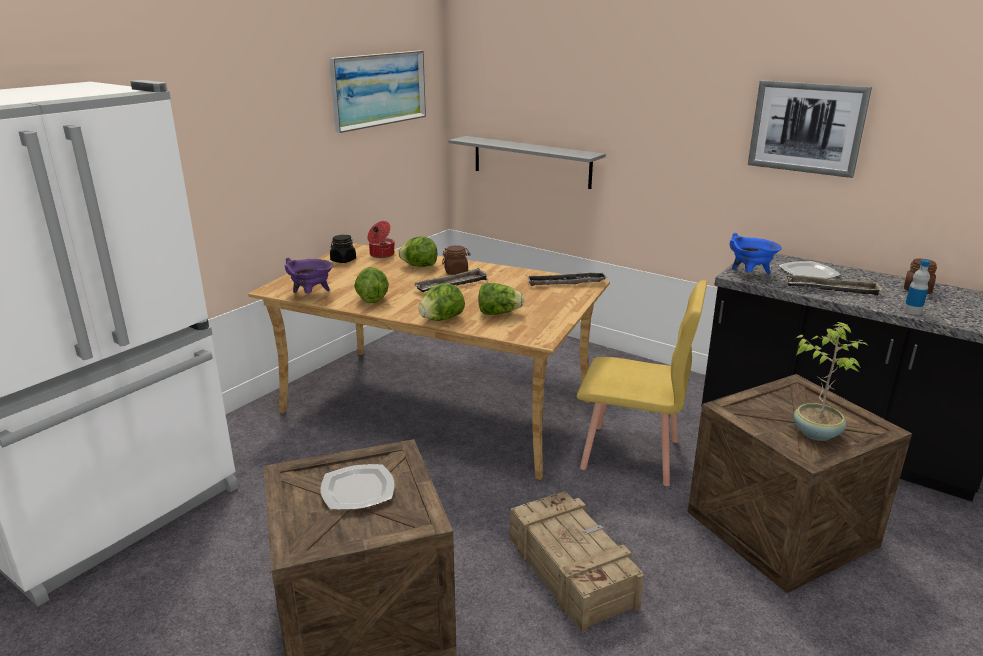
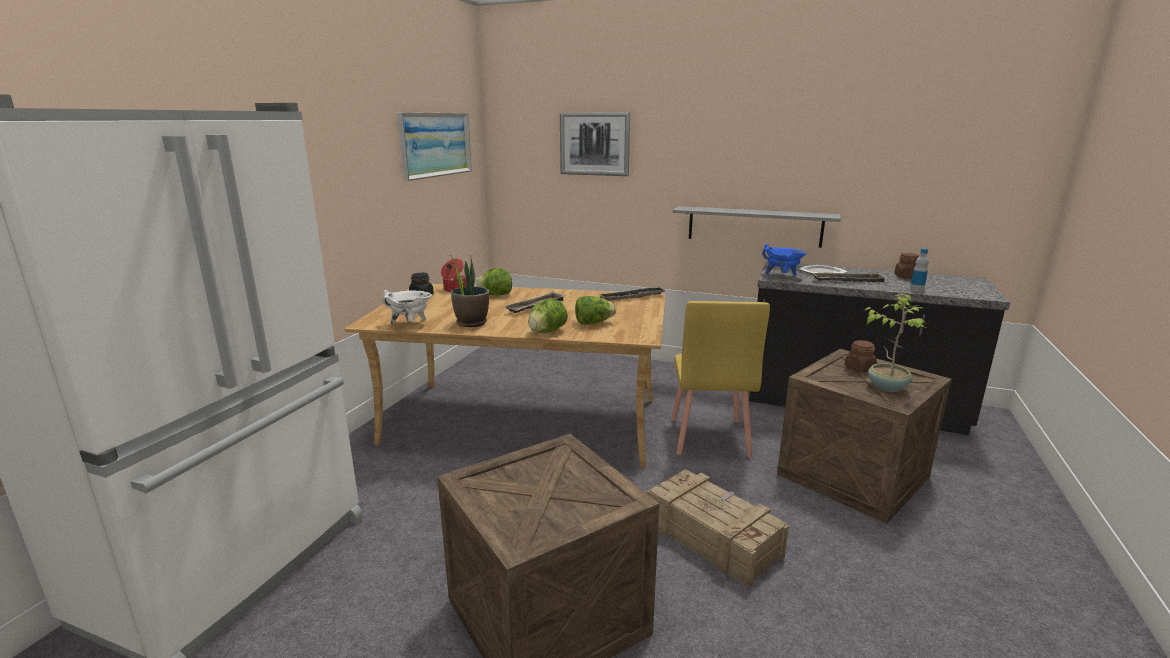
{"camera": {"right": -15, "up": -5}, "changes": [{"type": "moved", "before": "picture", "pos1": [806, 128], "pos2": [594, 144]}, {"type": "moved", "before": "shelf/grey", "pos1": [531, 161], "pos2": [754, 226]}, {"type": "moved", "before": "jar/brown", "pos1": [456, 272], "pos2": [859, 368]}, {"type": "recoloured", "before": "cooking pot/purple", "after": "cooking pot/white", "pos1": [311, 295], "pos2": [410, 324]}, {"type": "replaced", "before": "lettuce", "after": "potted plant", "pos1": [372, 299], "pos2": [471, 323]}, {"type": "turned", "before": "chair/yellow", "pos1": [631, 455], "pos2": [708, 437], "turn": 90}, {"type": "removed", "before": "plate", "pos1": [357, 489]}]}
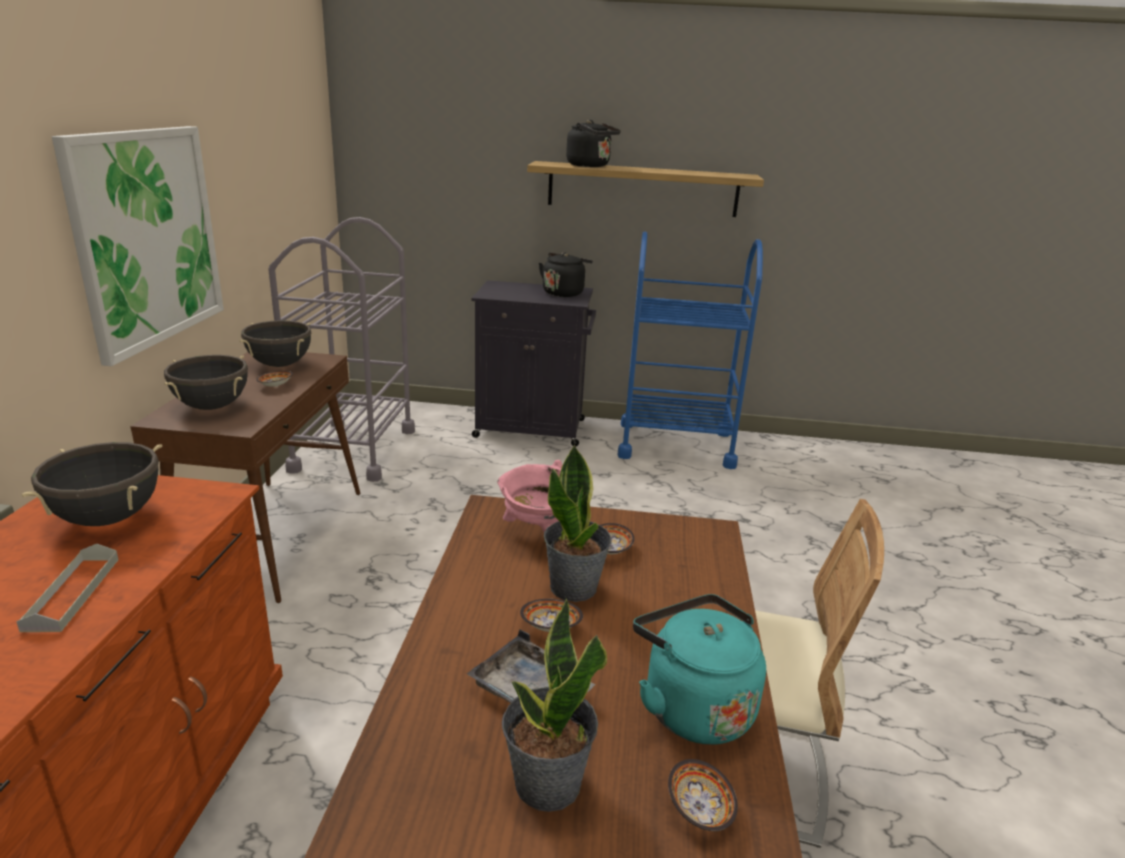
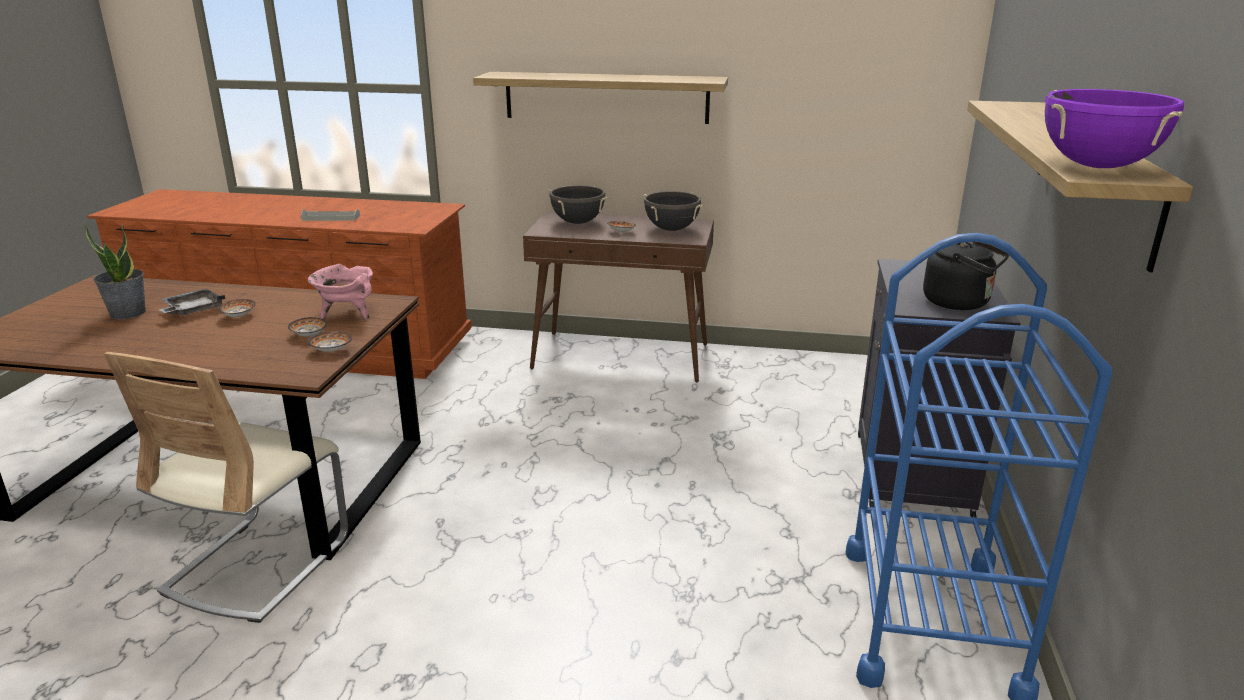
{"camera": {"right": 95, "up": 0}, "changes": [{"type": "removed", "before": "kettle/black", "pos1": [590, 166]}, {"type": "replaced", "before": "picture", "after": "shelf", "pos1": [147, 238], "pos2": [606, 97]}, {"type": "removed", "before": "cart/grey", "pos1": [354, 450]}, {"type": "removed", "before": "cooking pot/black", "pos1": [108, 518]}, {"type": "removed", "before": "potted plant", "pos1": [574, 587]}, {"type": "removed", "before": "kettle/turquoise", "pos1": [692, 706]}, {"type": "moved", "before": "bowl", "pos1": [699, 809], "pos2": [331, 350]}, {"type": "added", "after": "cooking pot/purple", "pos2": [1097, 167]}]}
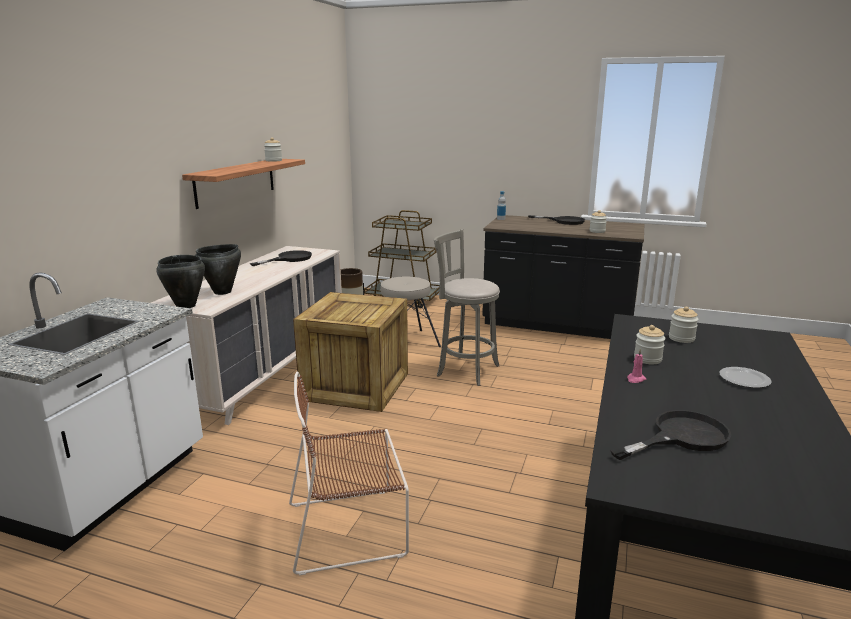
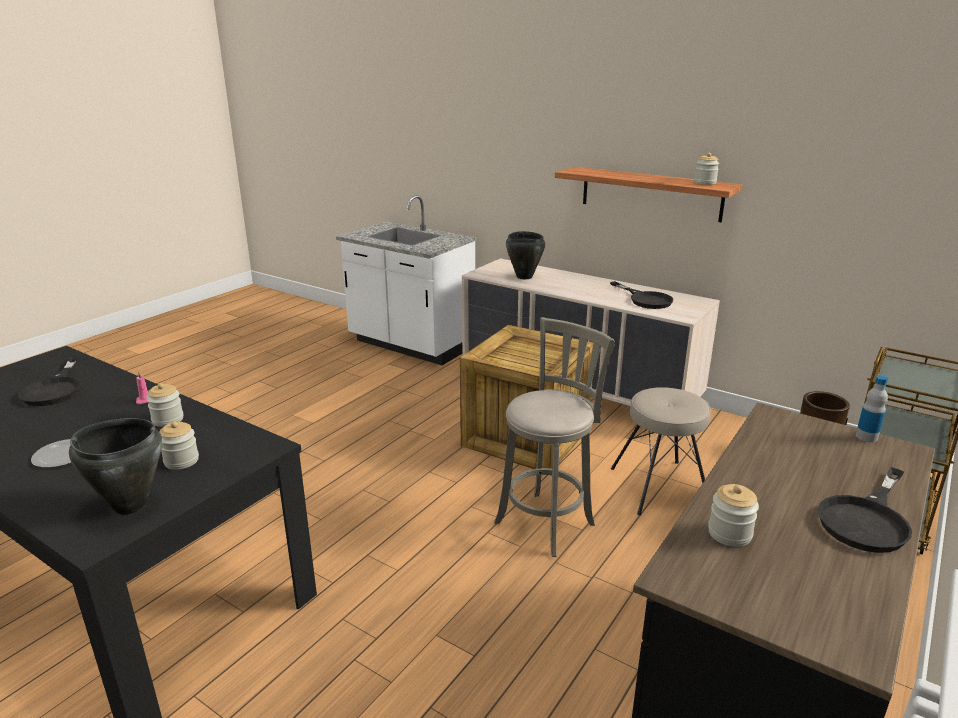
{"camera": {"right": 105, "up": 5}, "changes": [{"type": "moved", "before": "cooking pot/black", "pos1": [185, 306], "pos2": [130, 505]}, {"type": "removed", "before": "chair/brown", "pos1": [350, 528]}]}
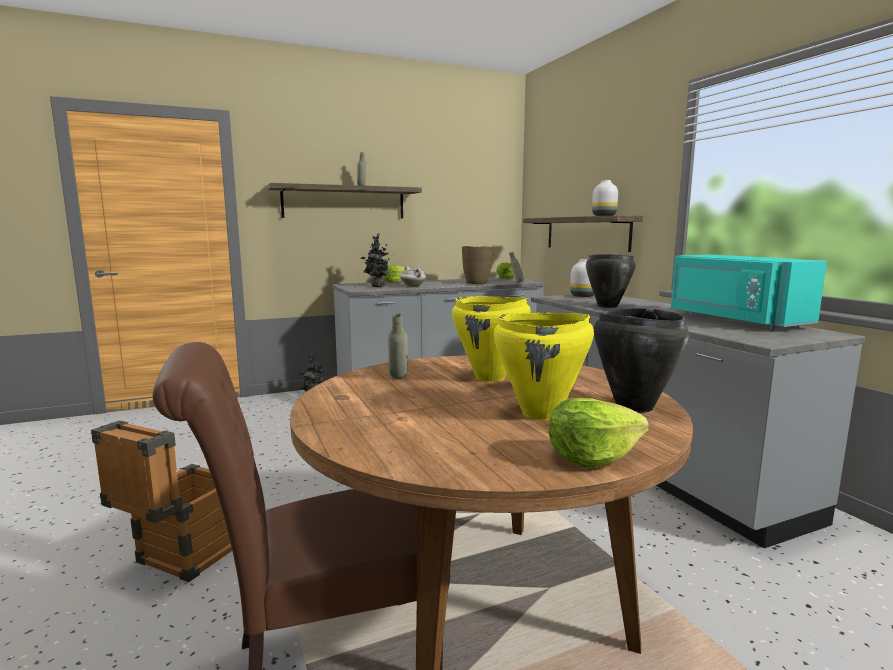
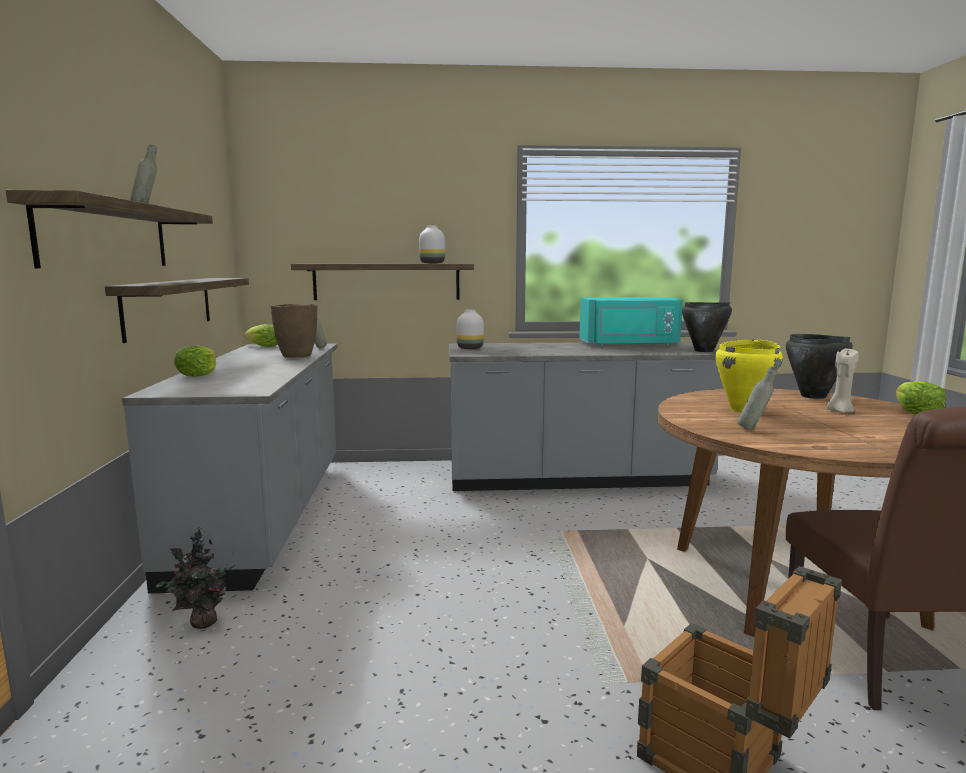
{"camera": {"right": -70, "up": 0}, "changes": [{"type": "removed", "before": "potted plant", "pos1": [376, 286]}, {"type": "moved", "before": "cooking pot/black", "pos1": [607, 306], "pos2": [704, 351]}, {"type": "removed", "before": "cooking pot/white", "pos1": [413, 286]}, {"type": "replaced", "before": "cooking pot/yellow", "after": "candle/beige", "pos1": [541, 414], "pos2": [839, 411]}, {"type": "added", "after": "shelf", "pos2": [169, 306]}]}
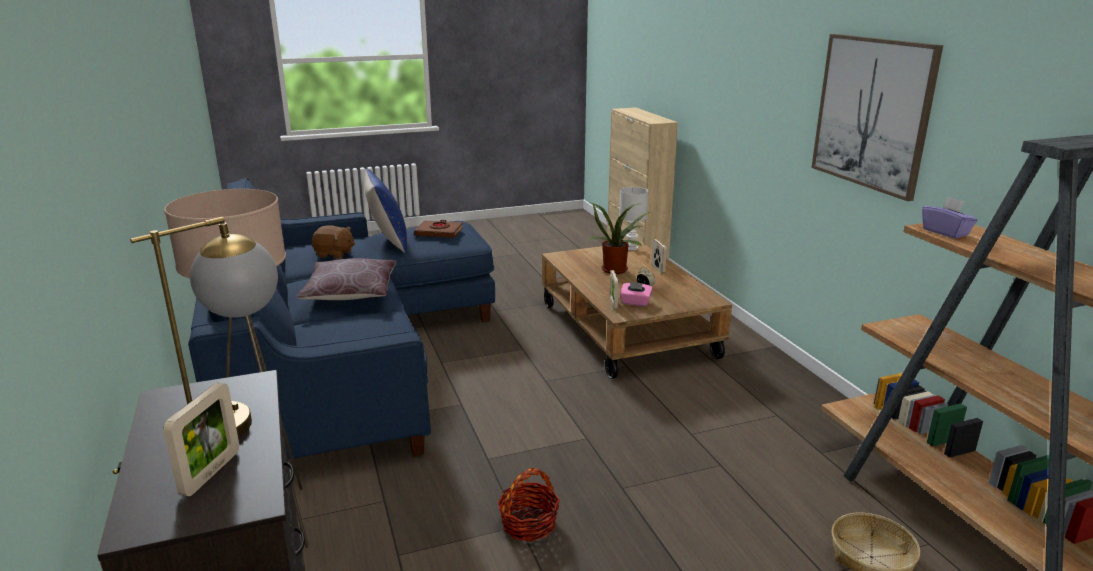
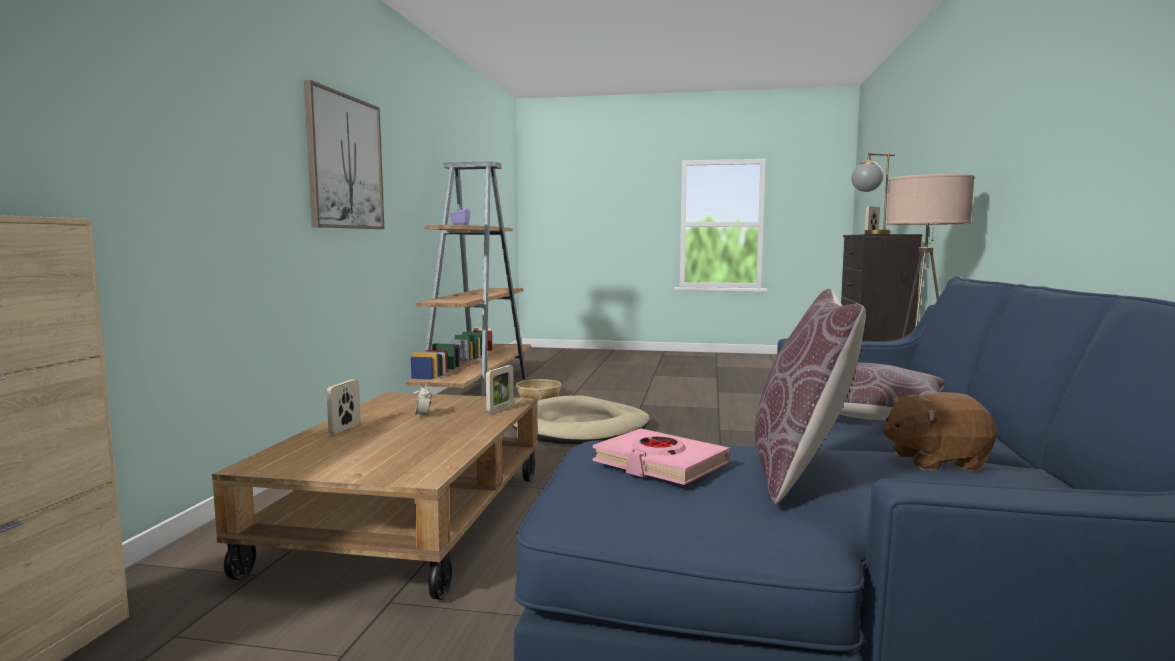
{"camera": {"right": -150, "up": -15}, "changes": [{"type": "recoloured", "before": "pillow/blue", "after": "pillow/brown", "pos1": [388, 242], "pos2": [801, 469]}, {"type": "removed", "before": "table lamp/white", "pos1": [631, 248]}, {"type": "removed", "before": "potted plant", "pos1": [616, 269]}, {"type": "recoloured", "before": "book/brown", "after": "book/pink", "pos1": [439, 232], "pos2": [660, 464]}, {"type": "turned", "before": "plush toy/brown", "pos1": [334, 254], "pos2": [935, 461], "turn": -45}, {"type": "removed", "before": "tissue box/pink", "pos1": [635, 302]}, {"type": "removed", "before": "basket", "pos1": [529, 524]}, {"type": "added", "after": "dog bed/beige", "pos2": [580, 428]}]}
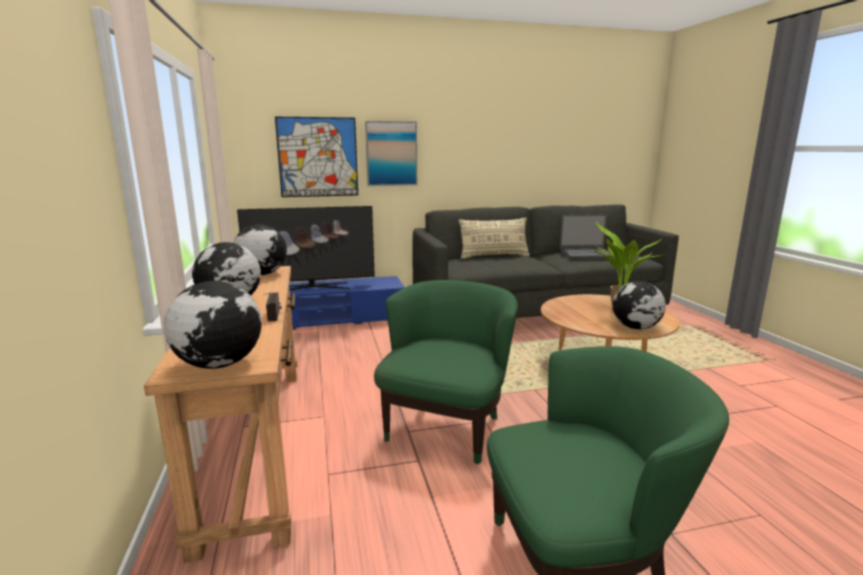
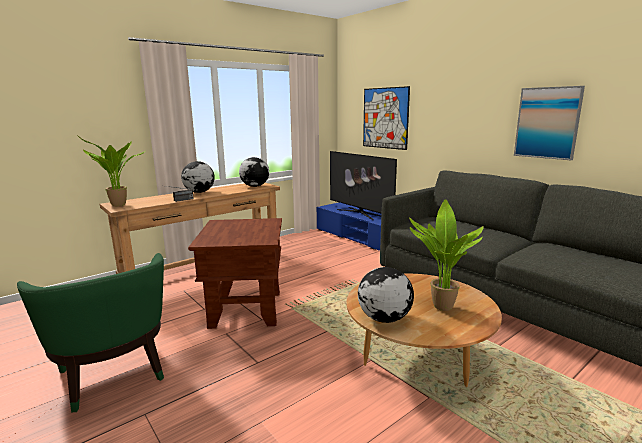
{"camera": {"right": 65, "up": 0}, "changes": [{"type": "moved", "before": "picture", "pos1": [391, 154], "pos2": [547, 123]}, {"type": "removed", "before": "laptop", "pos1": [587, 254]}, {"type": "removed", "before": "pillow/beige", "pos1": [494, 256]}, {"type": "replaced", "before": "armchair/green", "after": "side table/brown", "pos1": [446, 427], "pos2": [245, 309]}, {"type": "replaced", "before": "globe", "after": "potted plant", "pos1": [219, 364], "pos2": [119, 205]}]}
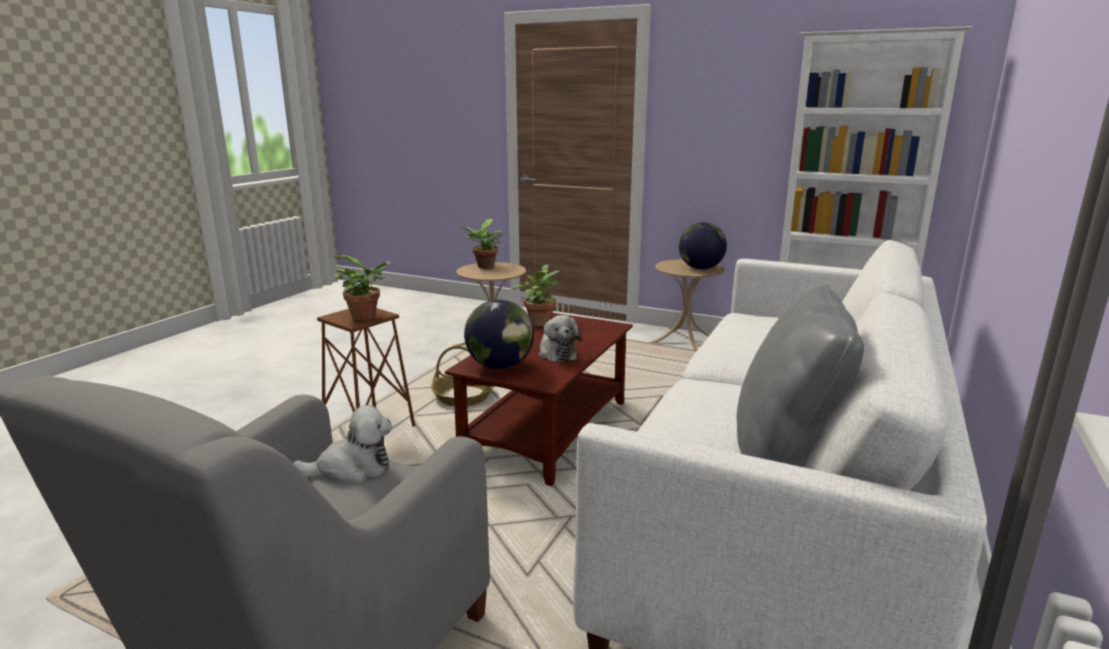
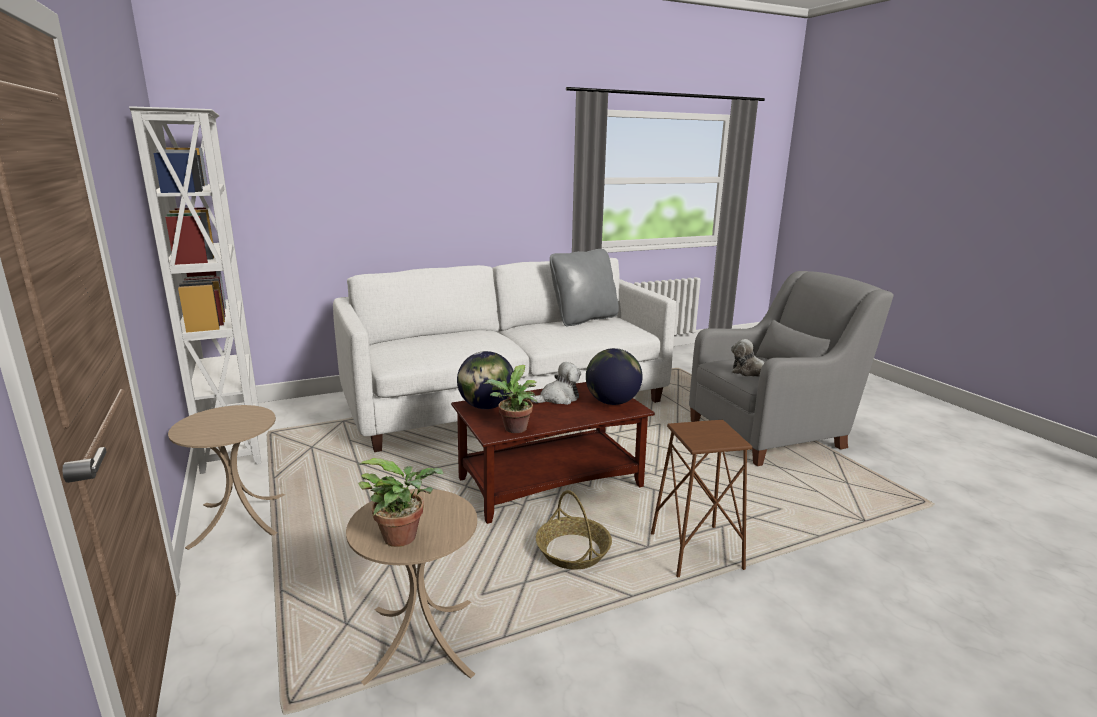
{"camera": {"right": -140, "up": 0}, "changes": [{"type": "moved", "before": "globe", "pos1": [700, 268], "pos2": [486, 406]}, {"type": "removed", "before": "potted plant", "pos1": [367, 316]}, {"type": "turned", "before": "plush toy", "pos1": [556, 353], "pos2": [558, 398], "turn": 45}]}
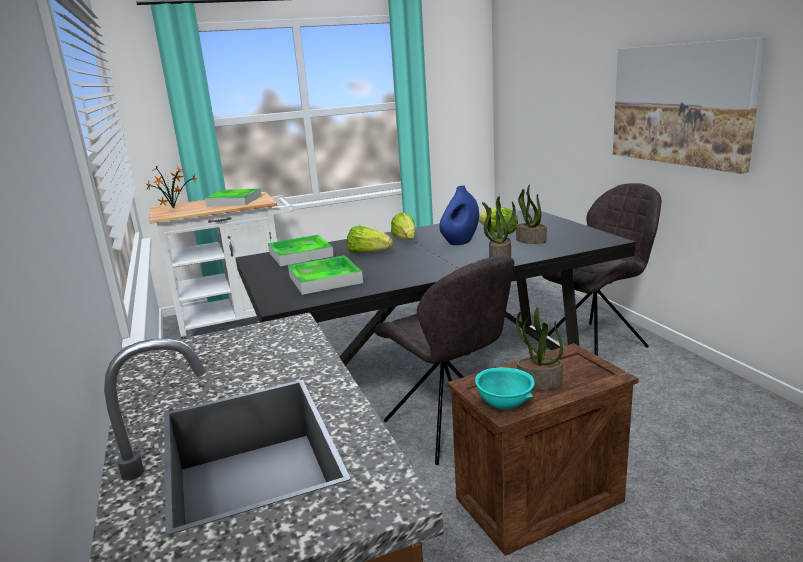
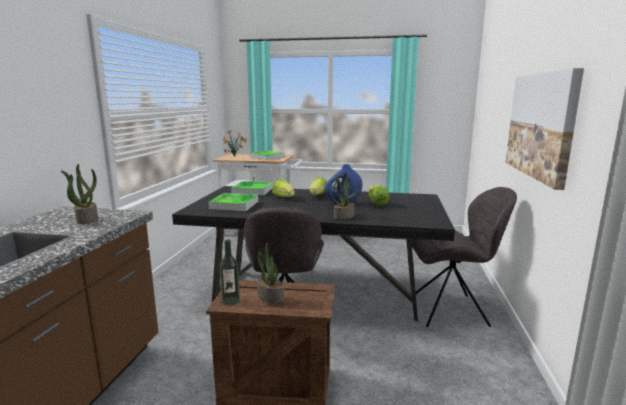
{"camera": {"right": 30, "up": -5}, "changes": [{"type": "moved", "before": "potted plant", "pos1": [530, 241], "pos2": [86, 220]}, {"type": "replaced", "before": "bowl/turquoise", "after": "bottle", "pos1": [504, 404], "pos2": [230, 301]}]}
